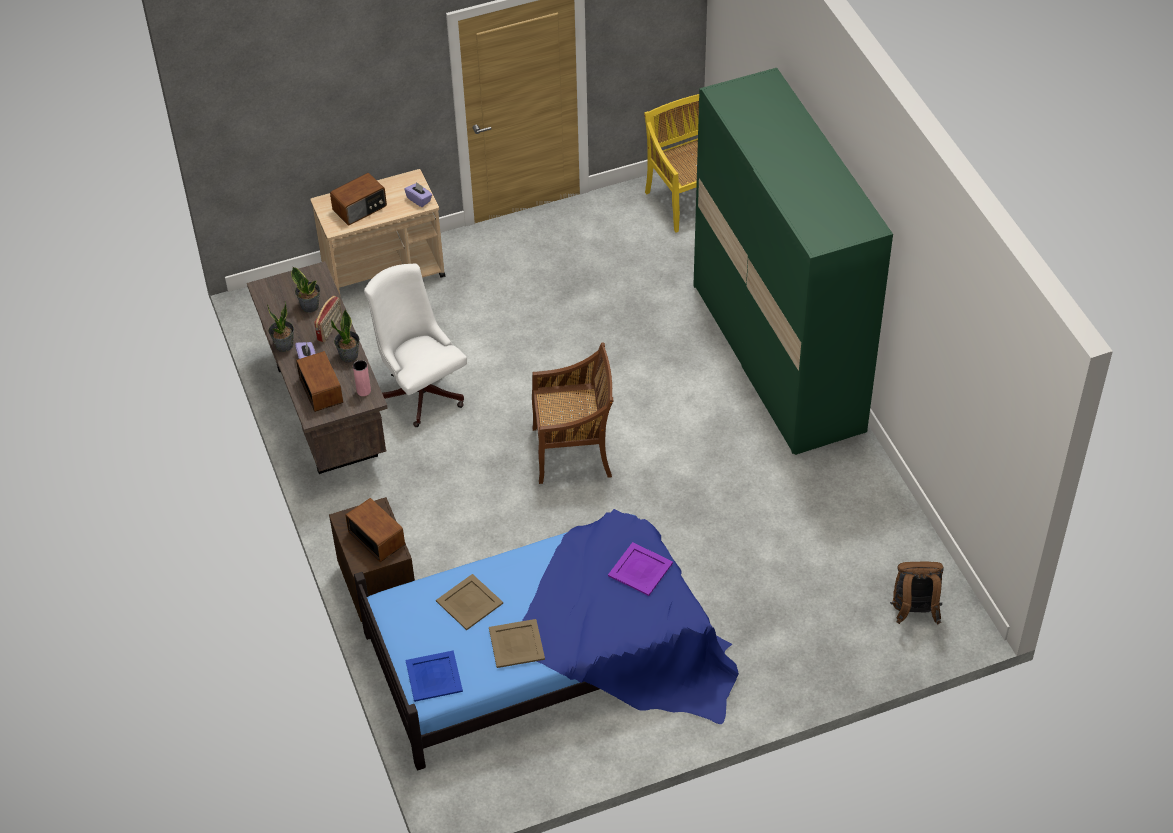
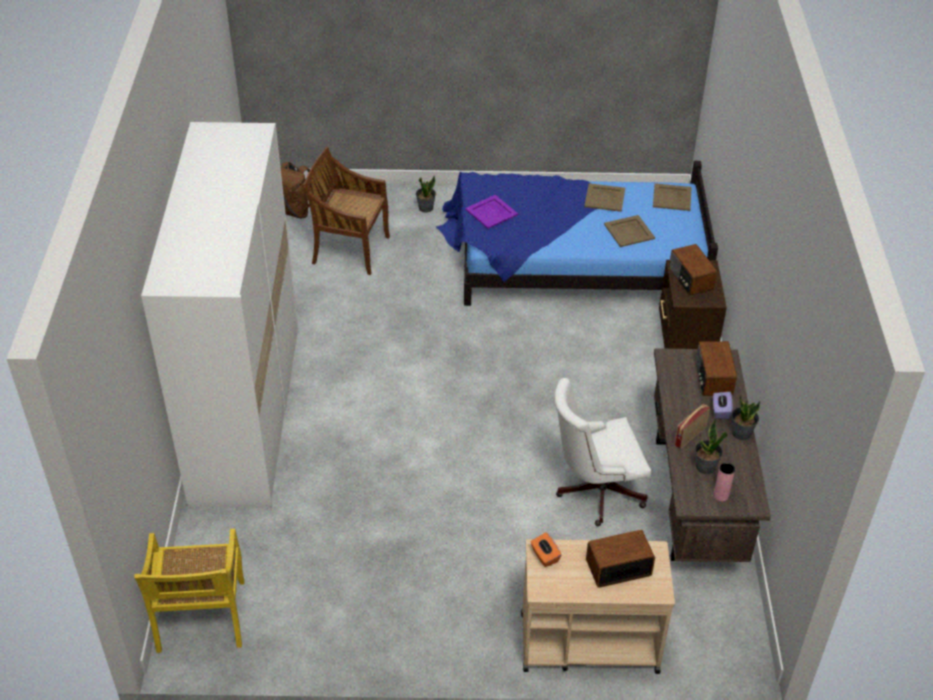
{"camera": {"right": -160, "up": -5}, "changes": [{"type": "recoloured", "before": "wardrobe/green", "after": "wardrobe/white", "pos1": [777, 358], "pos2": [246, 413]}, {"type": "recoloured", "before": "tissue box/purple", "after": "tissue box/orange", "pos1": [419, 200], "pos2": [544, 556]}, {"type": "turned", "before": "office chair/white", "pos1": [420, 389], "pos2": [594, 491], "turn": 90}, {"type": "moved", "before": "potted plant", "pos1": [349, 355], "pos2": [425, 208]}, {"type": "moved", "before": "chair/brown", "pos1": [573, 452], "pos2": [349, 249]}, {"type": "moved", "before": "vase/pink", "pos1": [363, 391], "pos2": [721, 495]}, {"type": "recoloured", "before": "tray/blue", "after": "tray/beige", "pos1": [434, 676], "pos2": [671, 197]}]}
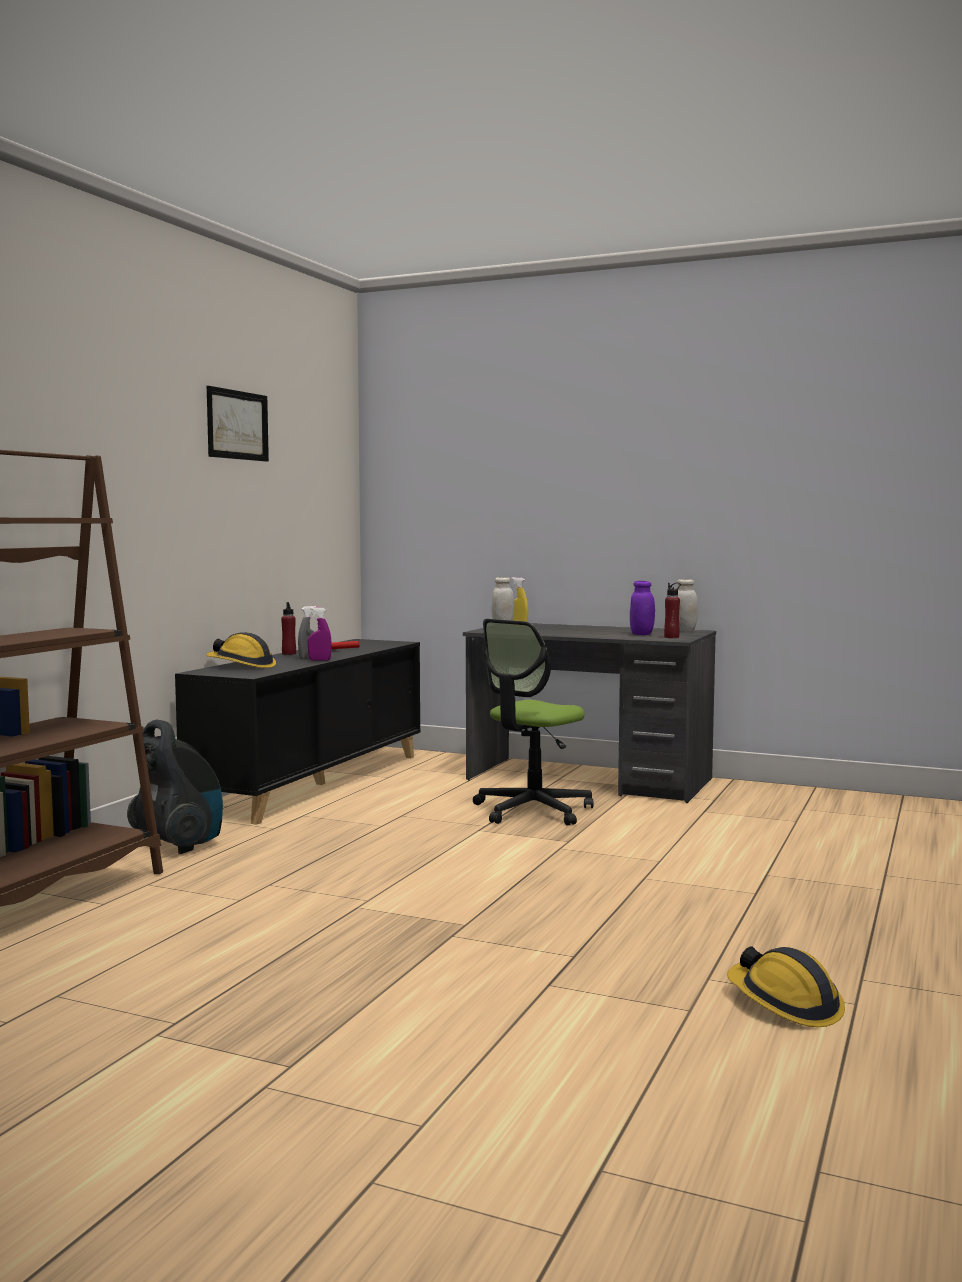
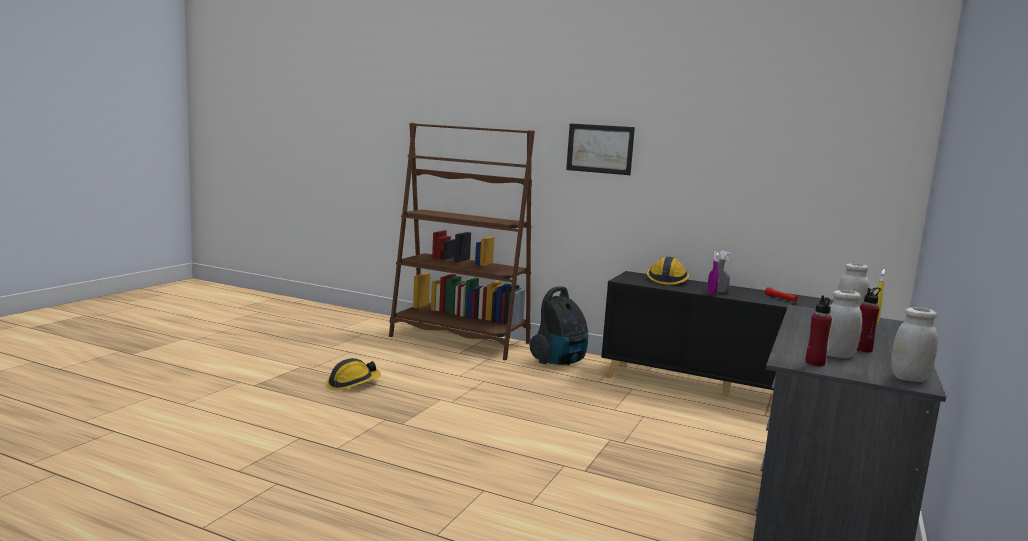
{"camera": {"right": 90, "up": 5}, "changes": [{"type": "moved", "before": "picture", "pos1": [237, 425], "pos2": [600, 149]}, {"type": "recoloured", "before": "jar/purple", "after": "jar/white", "pos1": [641, 634], "pos2": [837, 355]}, {"type": "moved", "before": "bottle/red", "pos1": [289, 653], "pos2": [863, 349]}, {"type": "removed", "before": "office chair", "pos1": [532, 811]}, {"type": "moved", "before": "hard hat", "pos1": [785, 1004], "pos2": [352, 383]}]}
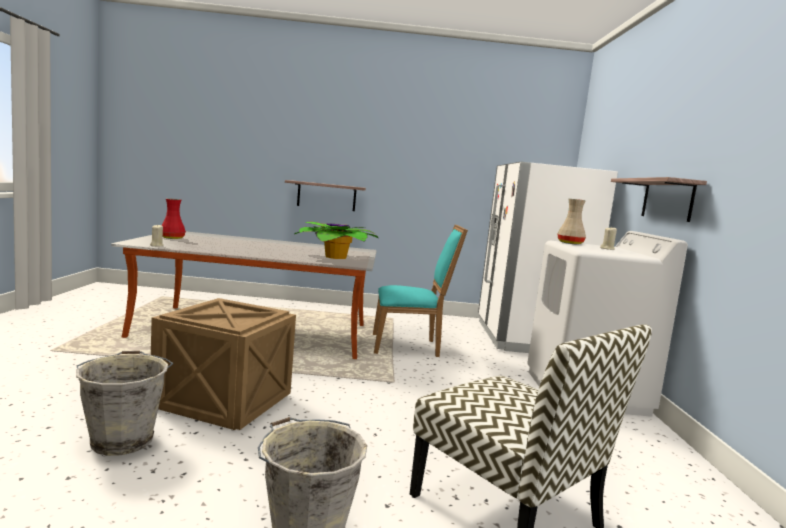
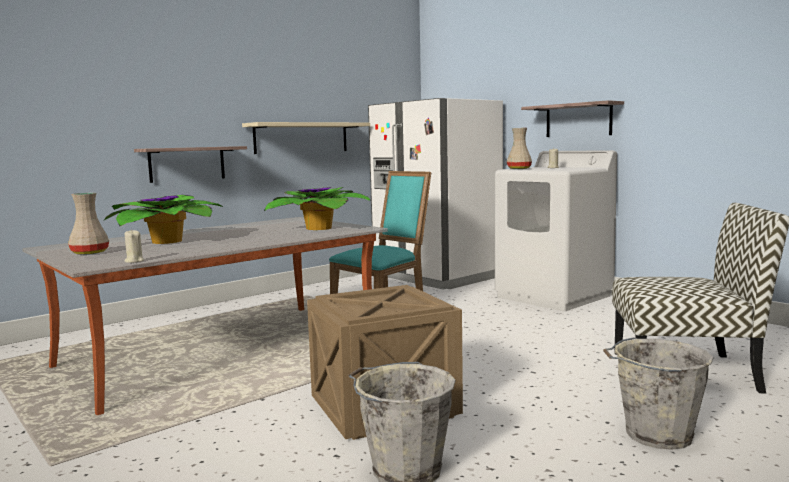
{"camera": {"right": -40, "up": 0}, "changes": [{"type": "recoloured", "before": "vase/red", "after": "vase/beige", "pos1": [172, 238], "pos2": [89, 253]}, {"type": "added", "after": "shelf/beige", "pos2": [302, 138]}, {"type": "added", "after": "potted plant", "pos2": [164, 241]}]}
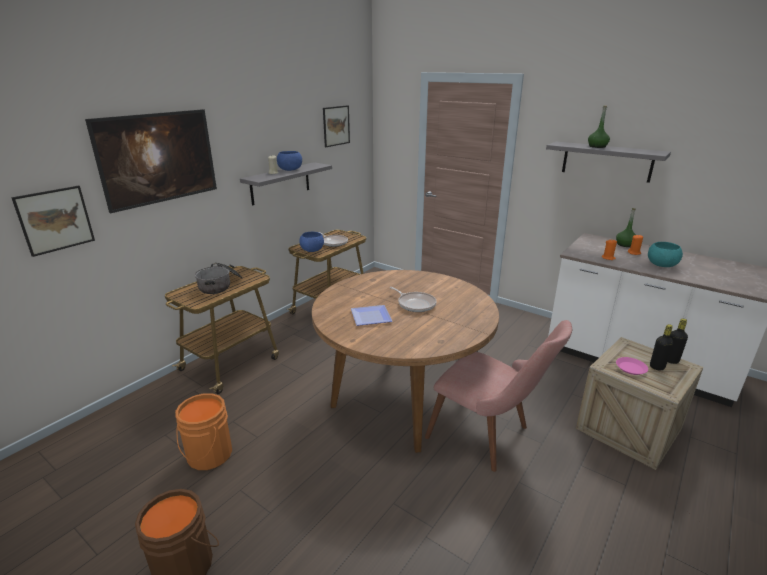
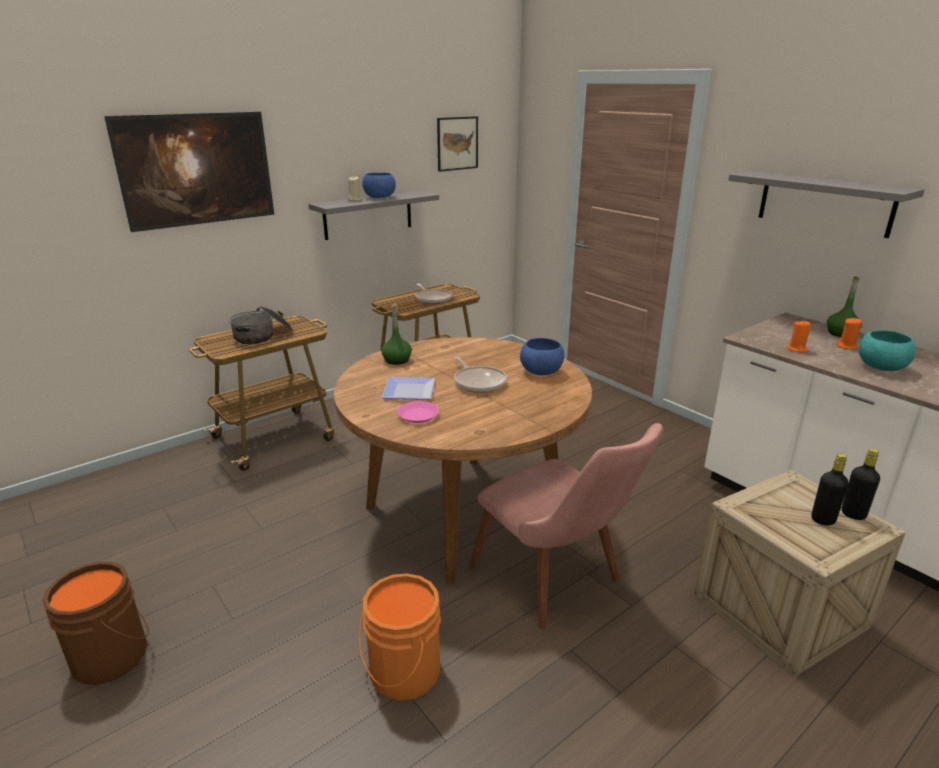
{"camera": {"right": 15, "up": 0}, "changes": [{"type": "moved", "before": "bottle/green", "pos1": [597, 146], "pos2": [397, 360]}, {"type": "removed", "before": "picture", "pos1": [55, 220]}, {"type": "moved", "before": "bowl/blue", "pos1": [312, 250], "pos2": [540, 371]}, {"type": "moved", "before": "plate/pink", "pos1": [631, 368], "pos2": [418, 415]}, {"type": "moved", "before": "bucket/orange", "pos1": [207, 455], "pos2": [401, 672]}]}
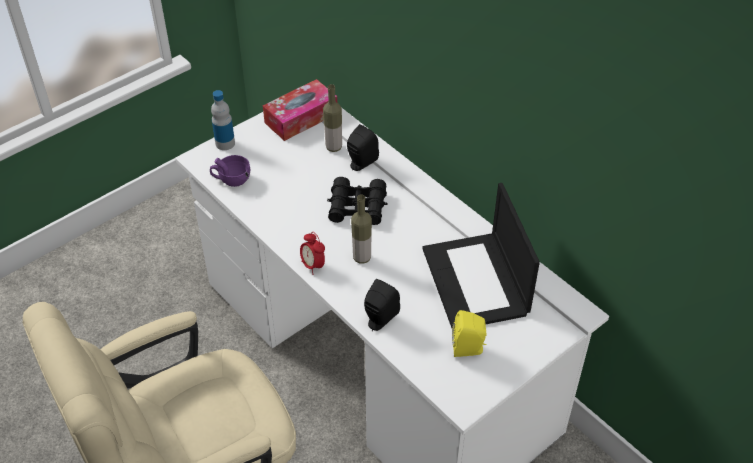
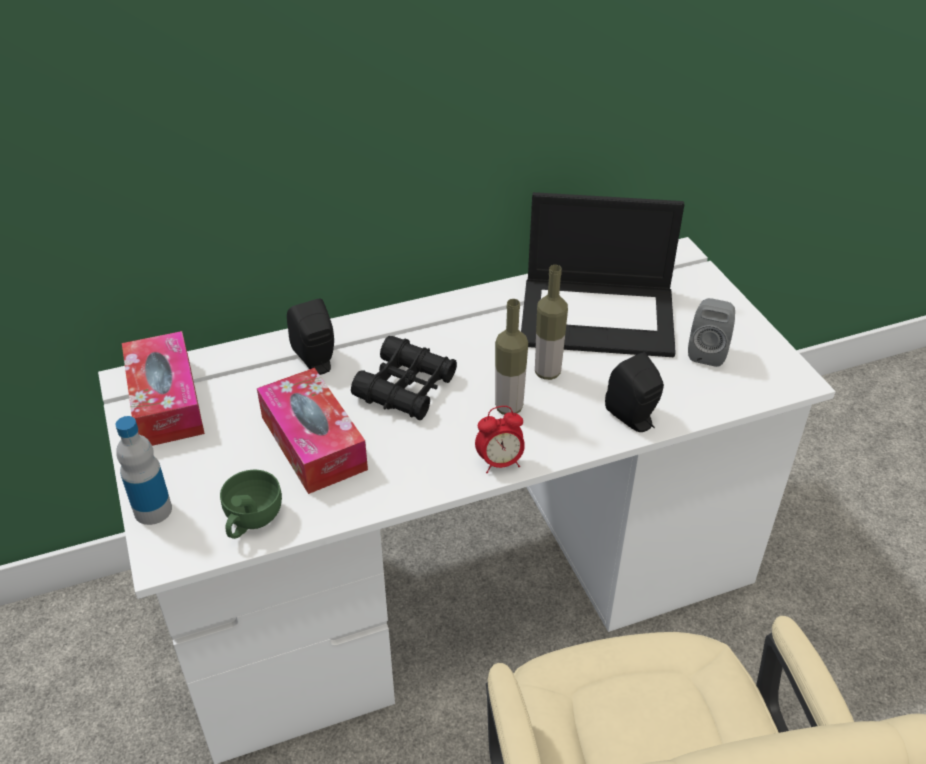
{"camera": {"right": -70, "up": -5}, "changes": [{"type": "moved", "before": "bottle", "pos1": [333, 147], "pos2": [547, 372]}, {"type": "recoloured", "before": "cup/purple", "after": "cup/green", "pos1": [231, 180], "pos2": [251, 520]}, {"type": "recoloured", "before": "speaker/yellow", "after": "speaker/grey", "pos1": [469, 349], "pos2": [707, 352]}, {"type": "added", "after": "tissue box", "pos2": [313, 443]}]}
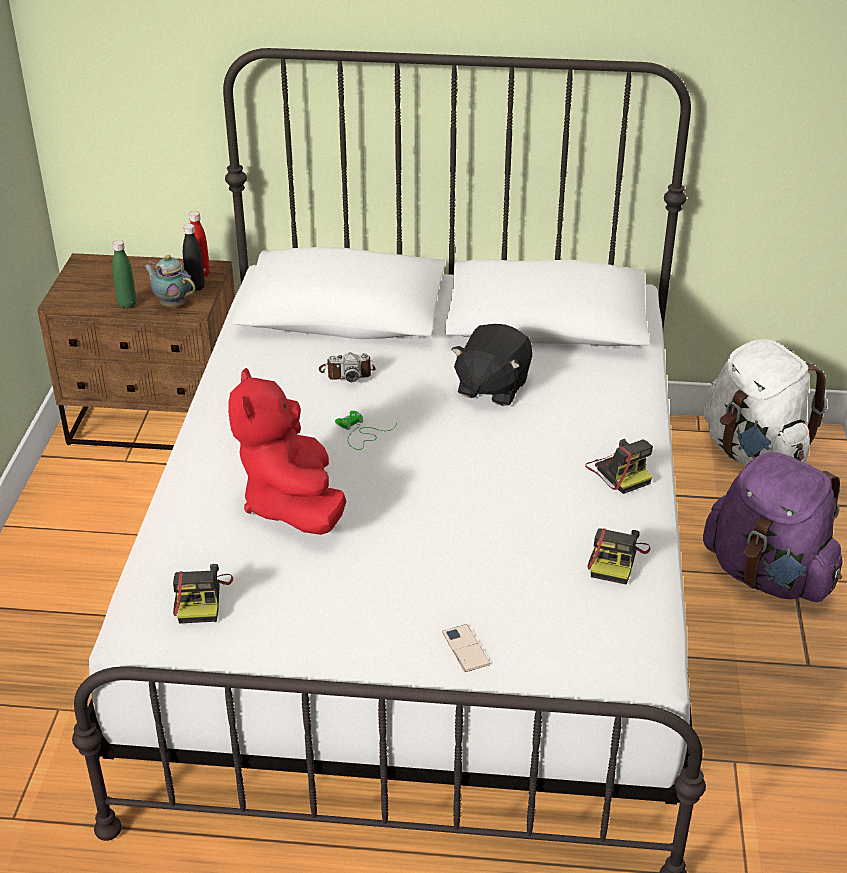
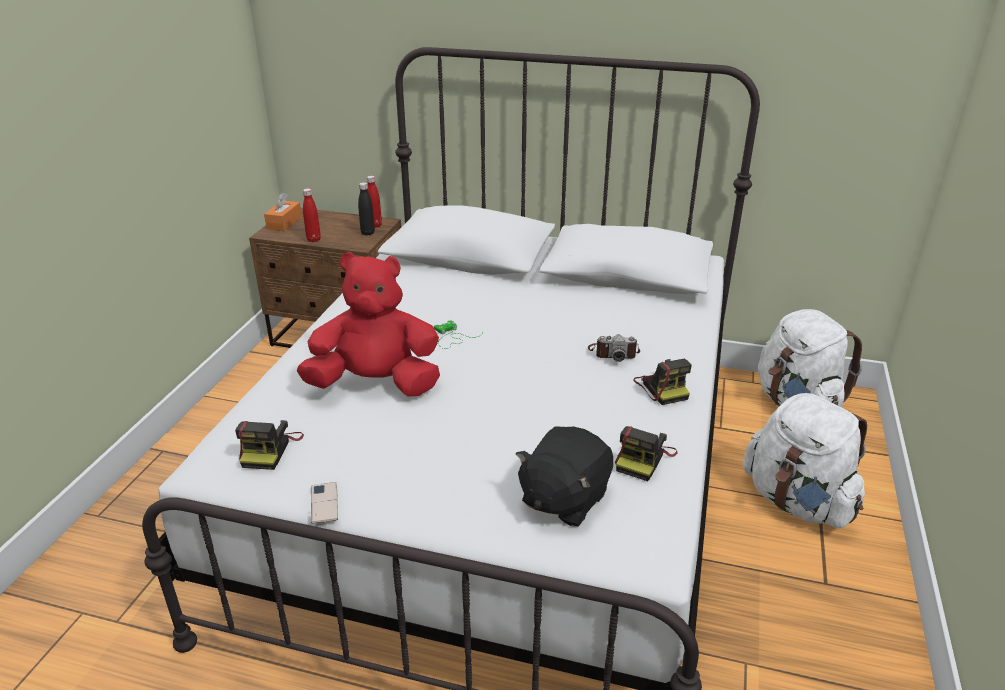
{"camera": {"right": 10, "up": -5}, "changes": [{"type": "recoloured", "before": "bottle/green", "after": "bottle/red", "pos1": [127, 304], "pos2": [313, 240]}, {"type": "removed", "before": "teapot", "pos1": [172, 304]}, {"type": "moved", "before": "plush toy/black", "pos1": [492, 387], "pos2": [563, 498]}, {"type": "moved", "before": "photo camera", "pos1": [347, 372], "pos2": [613, 353]}, {"type": "turned", "before": "plush toy/red", "pos1": [292, 504], "pos2": [376, 384], "turn": 90}, {"type": "recoloured", "before": "backpack/purple", "after": "backpack/white", "pos1": [768, 576], "pos2": [797, 501]}, {"type": "moved", "before": "phone", "pos1": [465, 648], "pos2": [324, 503]}, {"type": "added", "after": "tissue box/orange", "pos2": [284, 223]}]}
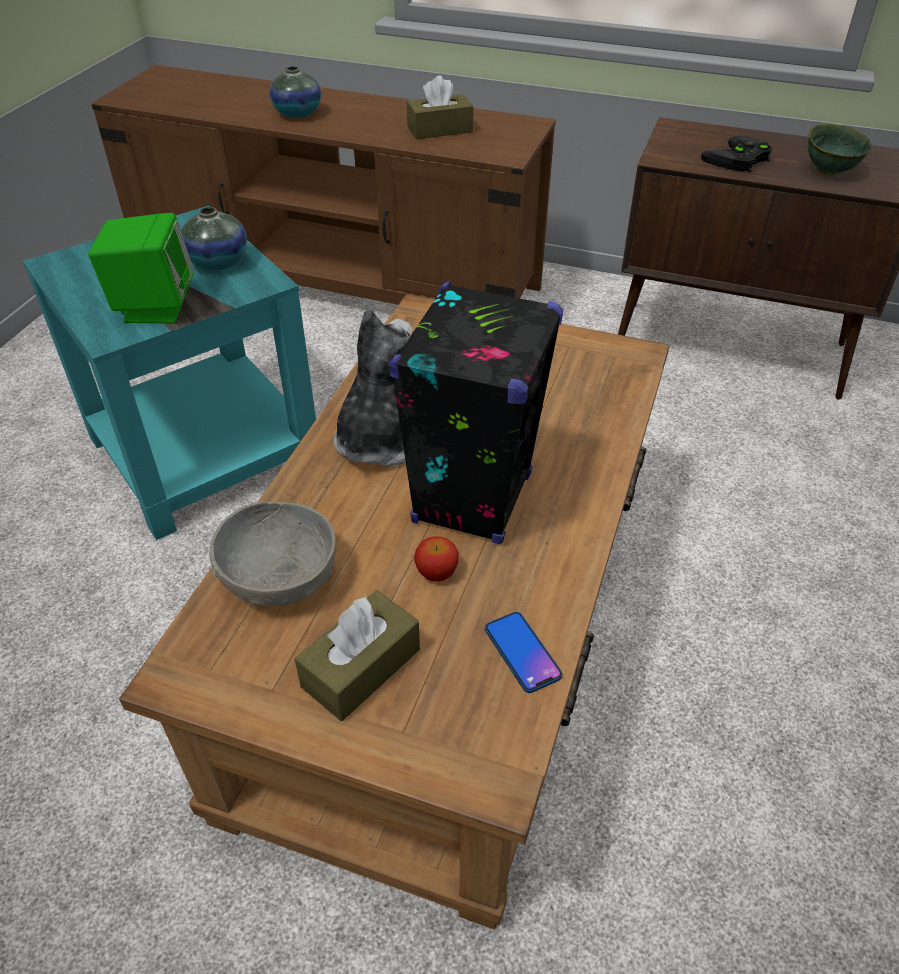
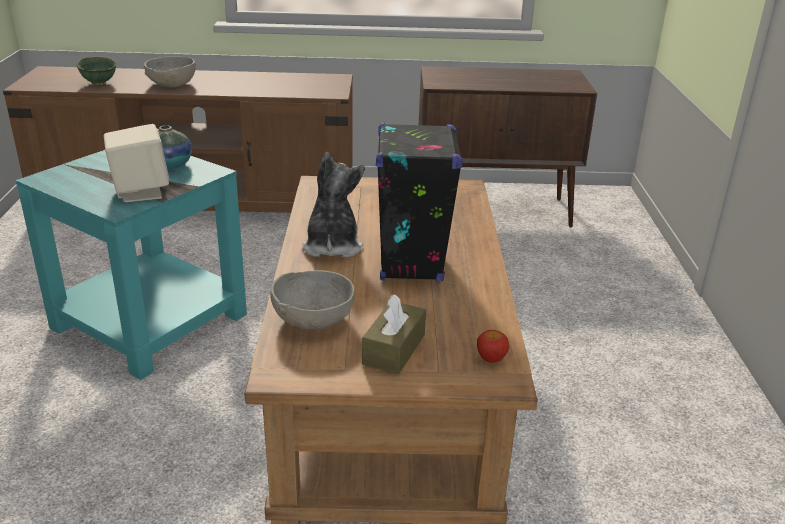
{"camera": {"right": -20, "up": -15}, "changes": [{"type": "replaced", "before": "vase", "after": "bowl/grey", "pos1": [297, 114], "pos2": [171, 84]}, {"type": "removed", "before": "tissue box/brown", "pos1": [440, 129]}, {"type": "moved", "before": "bowl/green", "pos1": [829, 171], "pos2": [100, 83]}, {"type": "removed", "before": "game controller/black", "pos1": [738, 160]}, {"type": "recoloured", "before": "speaker/green", "after": "speaker/beige", "pos1": [154, 307], "pos2": [140, 192]}, {"type": "moved", "before": "apple", "pos1": [436, 573], "pos2": [491, 359]}, {"type": "removed", "before": "phone", "pos1": [522, 652]}]}
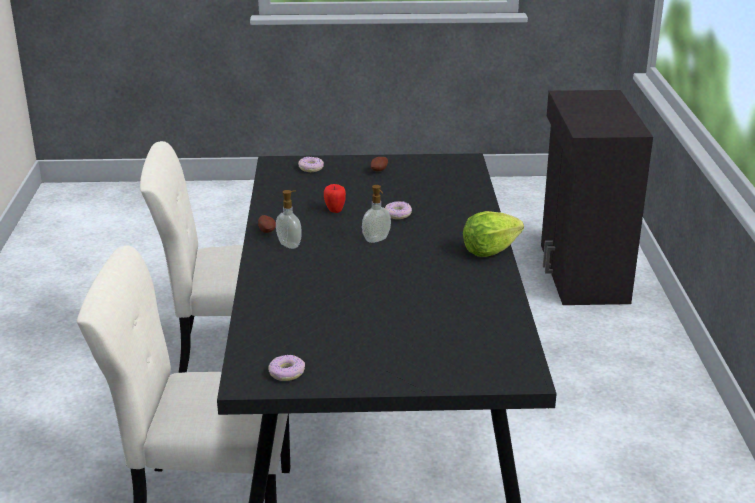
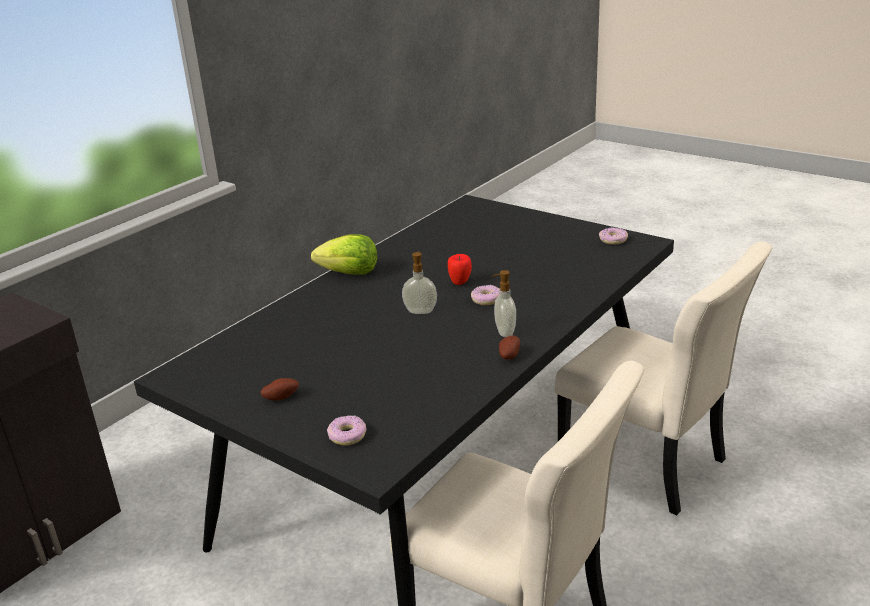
{"camera": {"right": -140, "up": 0}, "changes": [{"type": "moved", "before": "apple", "pos1": [334, 211], "pos2": [460, 283]}, {"type": "moved", "before": "donut", "pos1": [398, 214], "pos2": [486, 299]}]}
